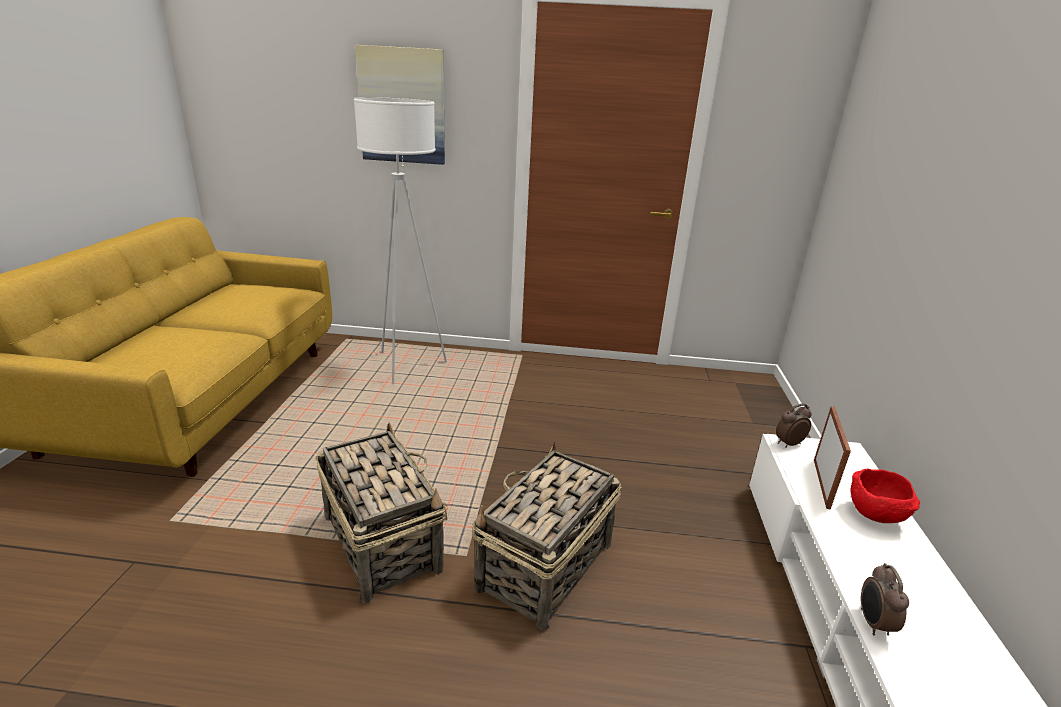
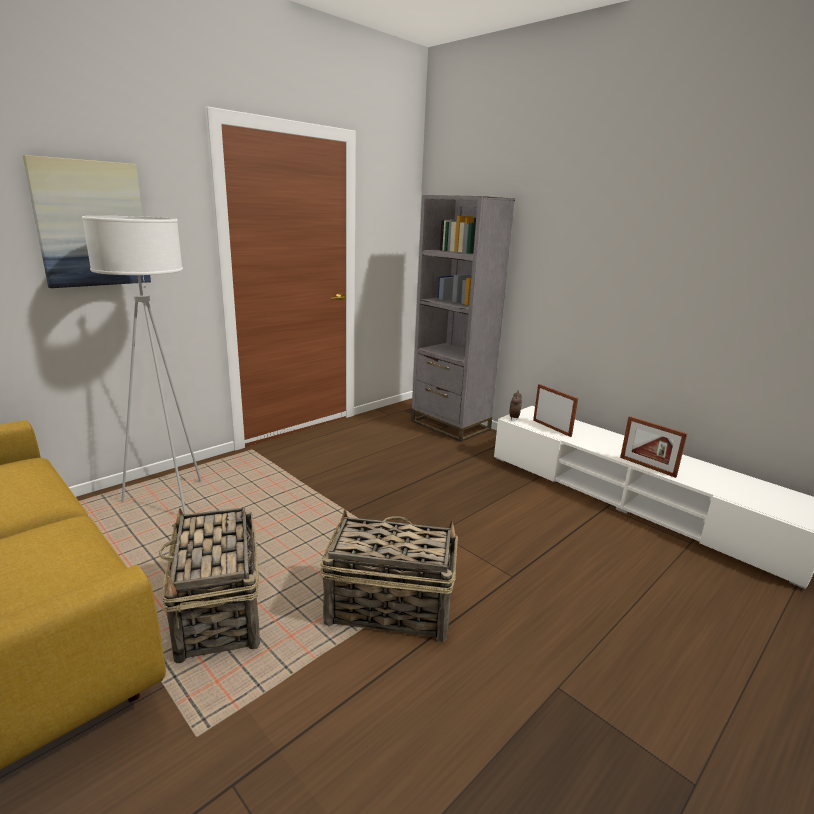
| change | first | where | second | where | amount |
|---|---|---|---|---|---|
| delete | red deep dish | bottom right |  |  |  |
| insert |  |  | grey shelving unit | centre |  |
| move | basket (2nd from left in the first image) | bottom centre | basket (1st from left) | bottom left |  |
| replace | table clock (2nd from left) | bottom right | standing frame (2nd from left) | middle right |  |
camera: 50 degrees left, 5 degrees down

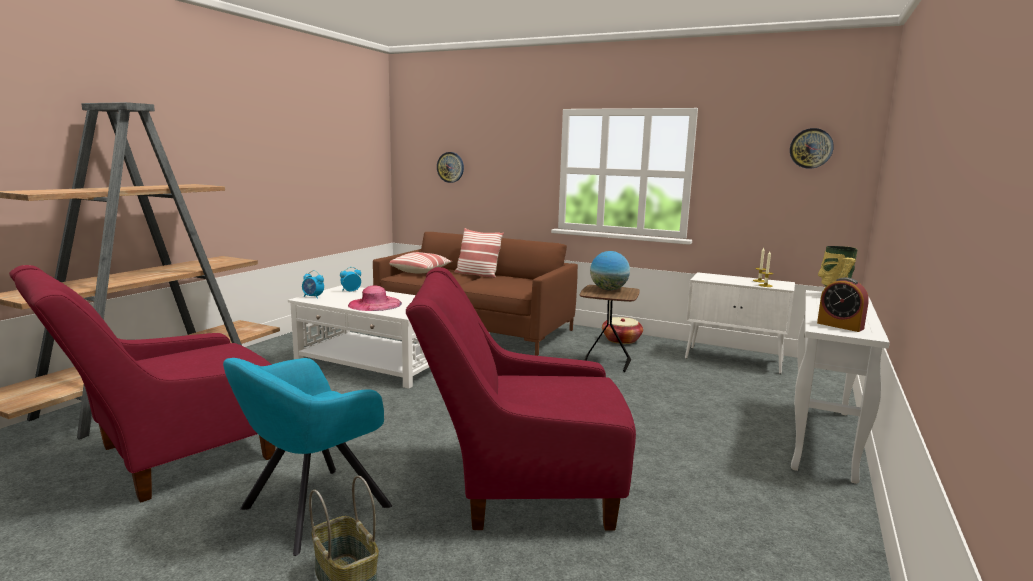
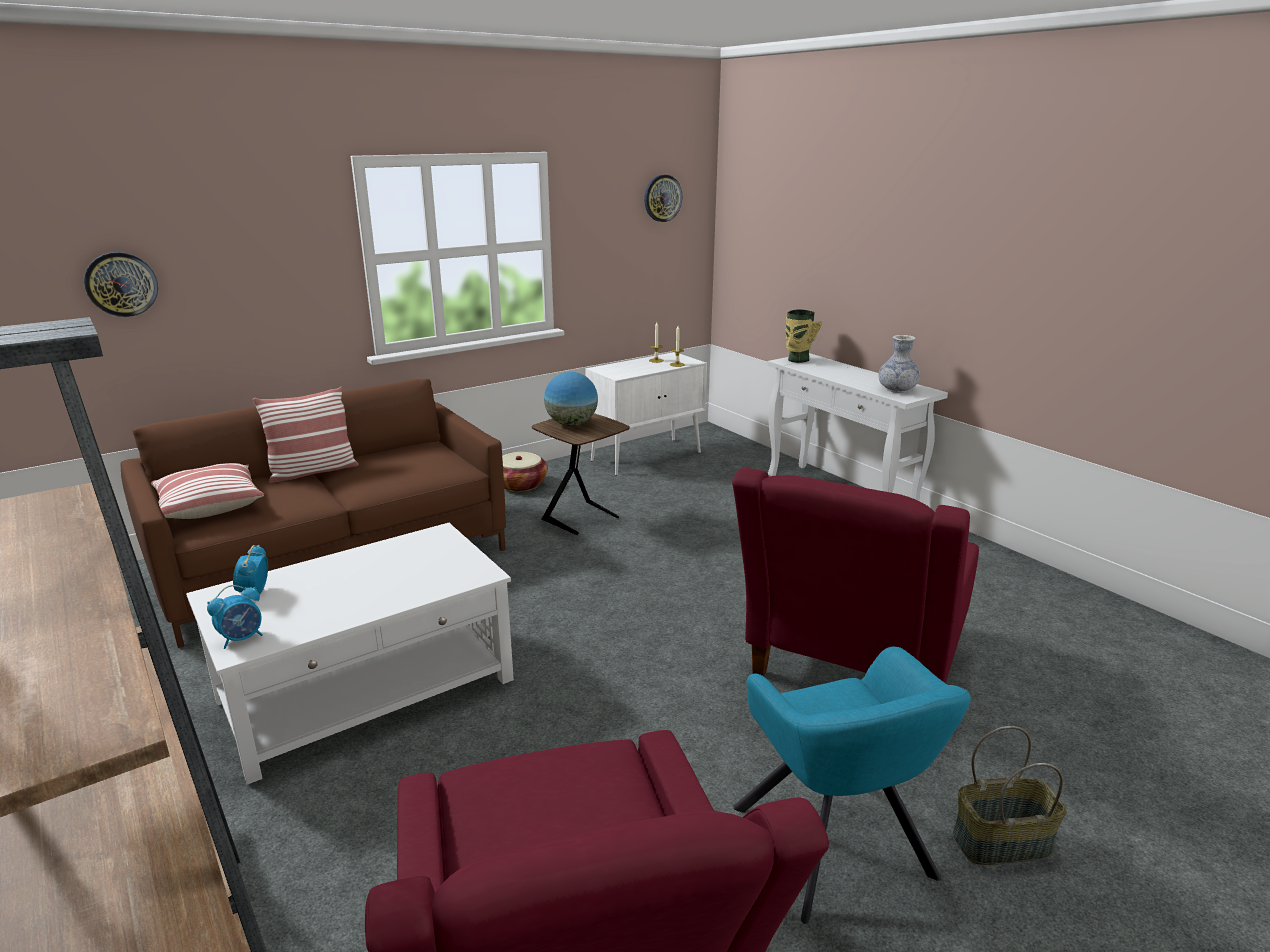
| change | first | where | second | where | amount |
|---|---|---|---|---|---|
| delete | pink clothing hat | centre |  |  |  |
| replace | table clock (3rd from left) | middle right | decorative vase (2nd from left) | middle right |  |
camera: 60 degrees left, 10 degrees up

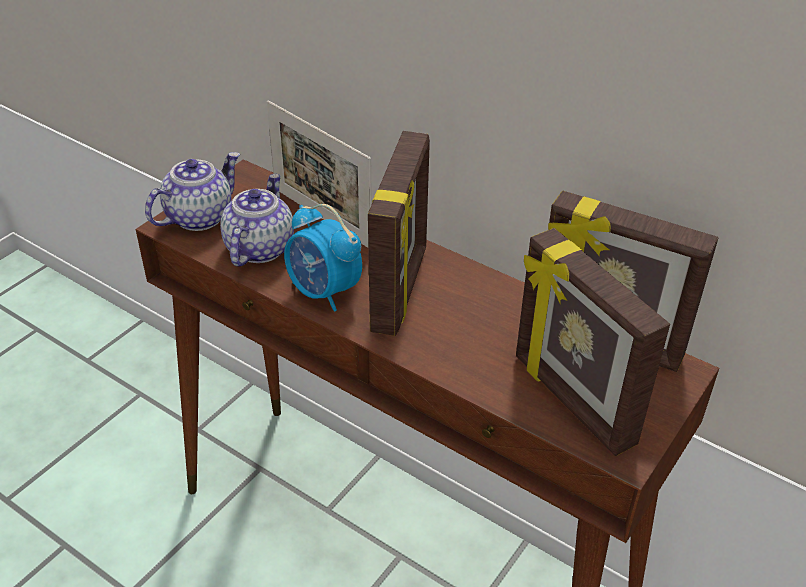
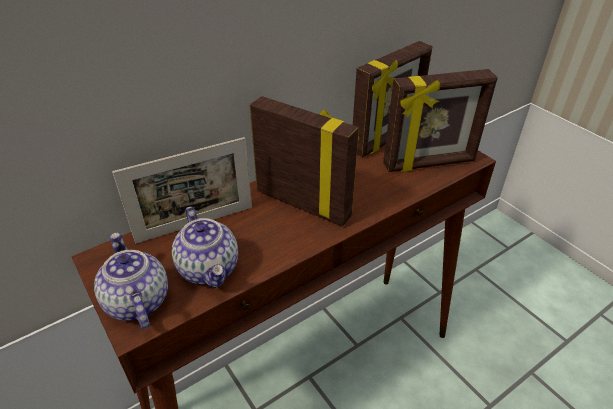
| change | first | where | second | where | amount |
|---|---|---|---|---|---|
| delete | table clock | centre |  |  |  |
| rotate | tea pot (2nd from left) | middle left |  | centre | 150 degrees counterclockwise |
camera: 70 degrees left, 0 degrees up

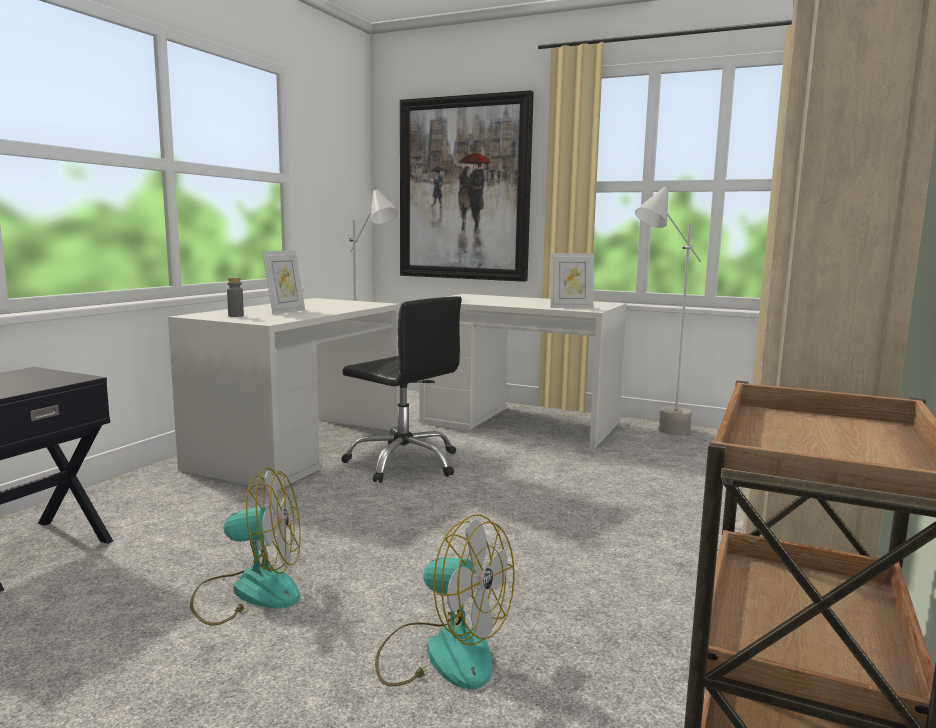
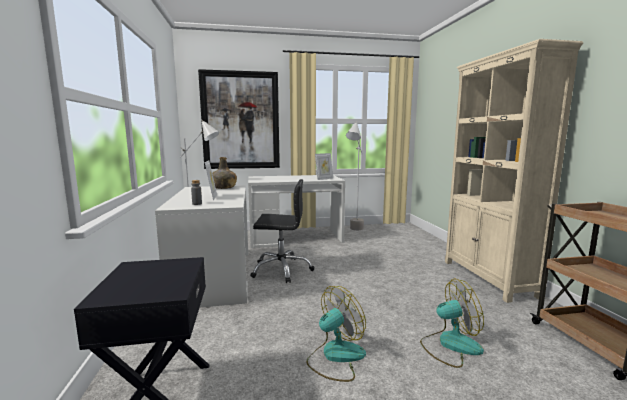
| change | first | where | second | where | amount |
|---|---|---|---|---|---|
| insert |  |  | green-coloured bottle | centre |  |
camera: 35 degrees left, 0 degrees up

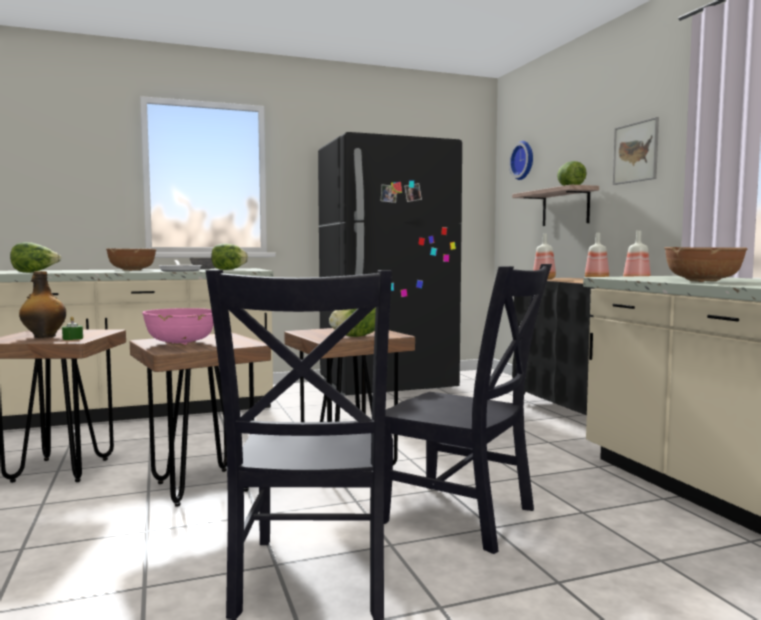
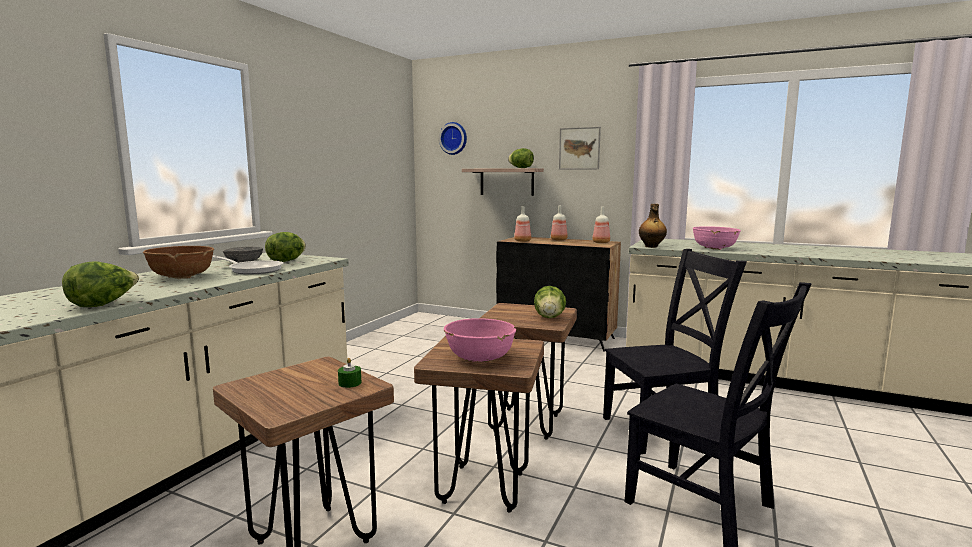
| change | first | where | second | where | amount |
|---|---|---|---|---|---|
| delete | black kitchen fridge | centre |  |  |  |
| move | bottle (1st from left in the first image) | middle left | bottle (4th from left) | middle right |  |
| recolor | brown-coloured deep dish (2nd from left) | middle right | pink deep dish (2nd from left) | middle right |  |
camera: 45 degrees left, 5 degrees up

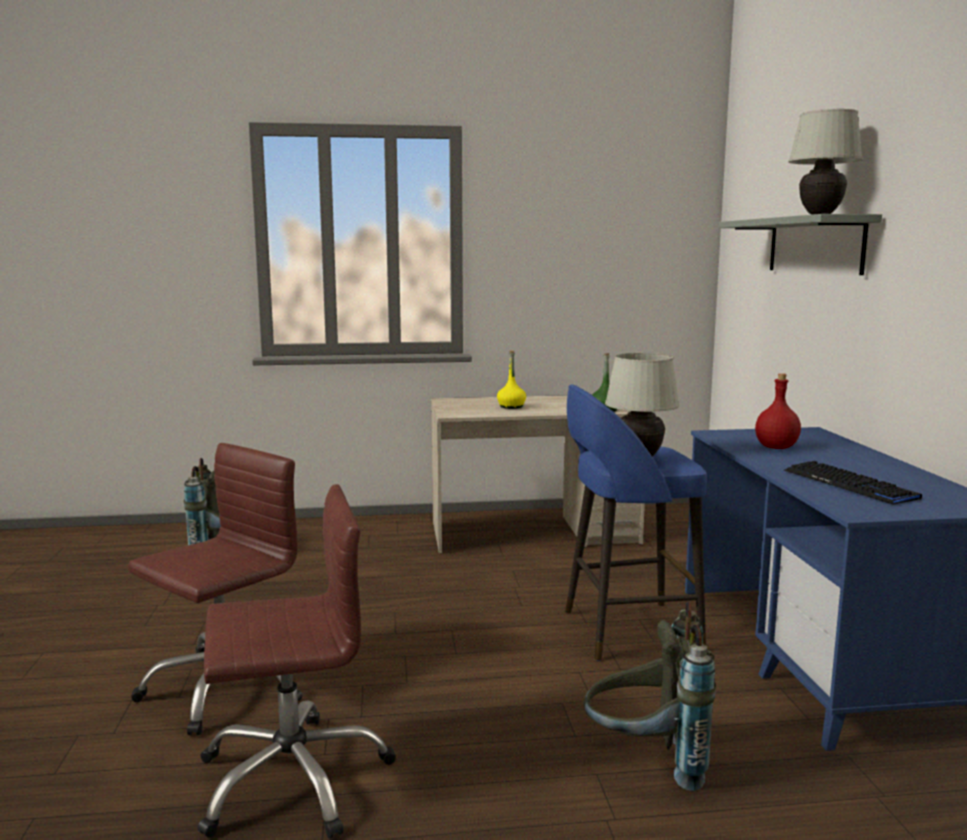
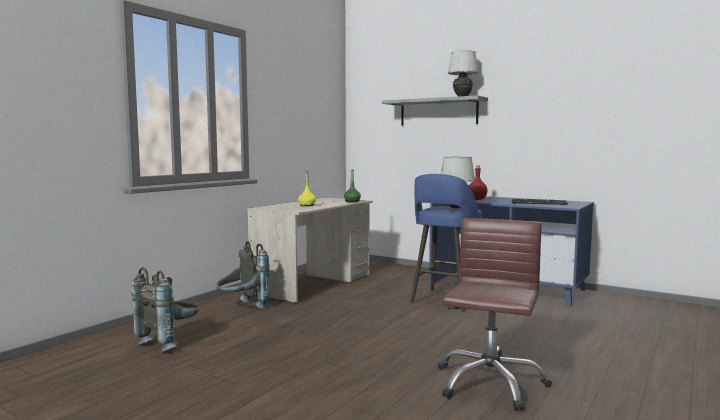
| change | first | where | second | where | amount |
|---|---|---|---|---|---|
| delete | brown-coloured office chair (1st from left) | bottom left |  |  |  |
| move | grey backpack (2nd from left) | bottom right |  | centre |  |
camera: 50 degrees left, 5 degrees down

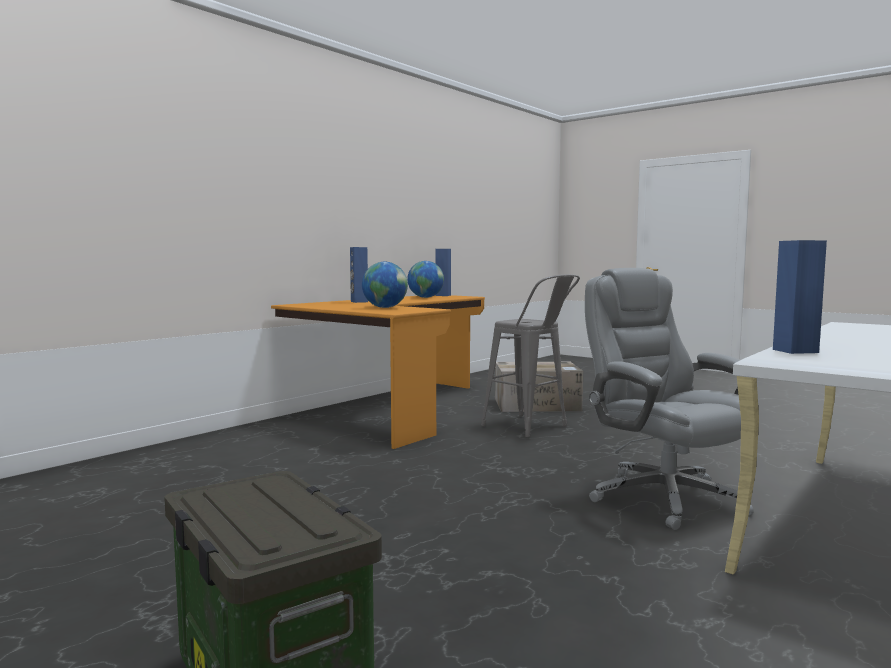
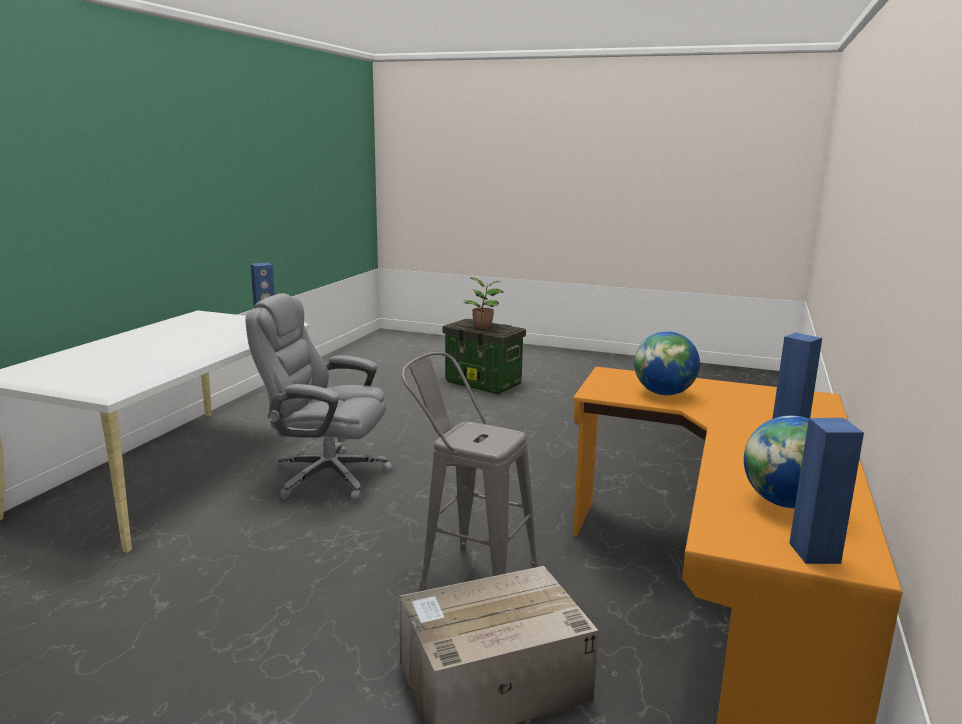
| change | first | where | second | where | amount |
|---|---|---|---|---|---|
| insert |  |  | potted plant | centre |  |
| rotate | grey office chair | middle right |  | middle left | 150 degrees clockwise |
camera: 160 degrees right, 10 degrees up

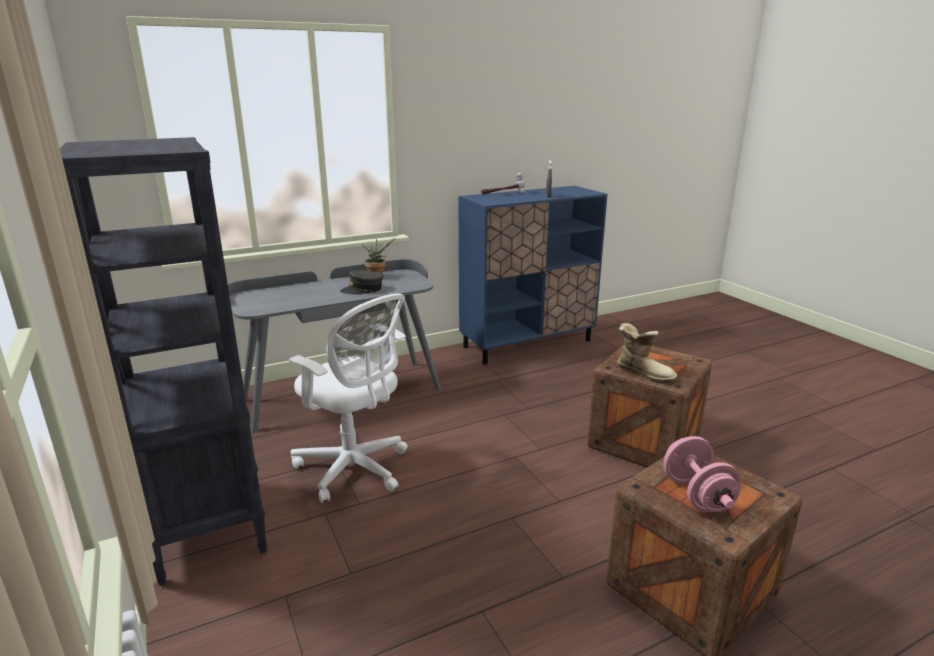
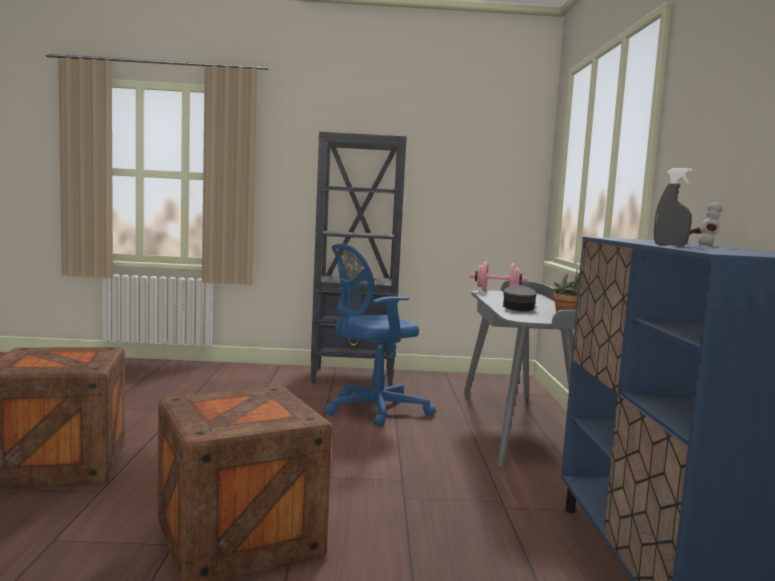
| change | first | where | second | where | amount |
|---|---|---|---|---|---|
| delete | boot | middle right |  |  |  |
| move | pink hand weight | bottom right |  | centre |  |
| recolor | whitish office chair | centre | bluish office chair | centre |  |
camera: 115 degrees right, 15 degrees down

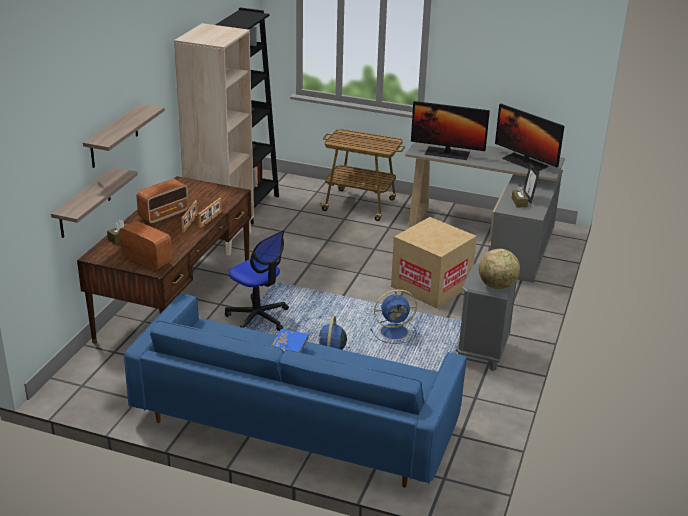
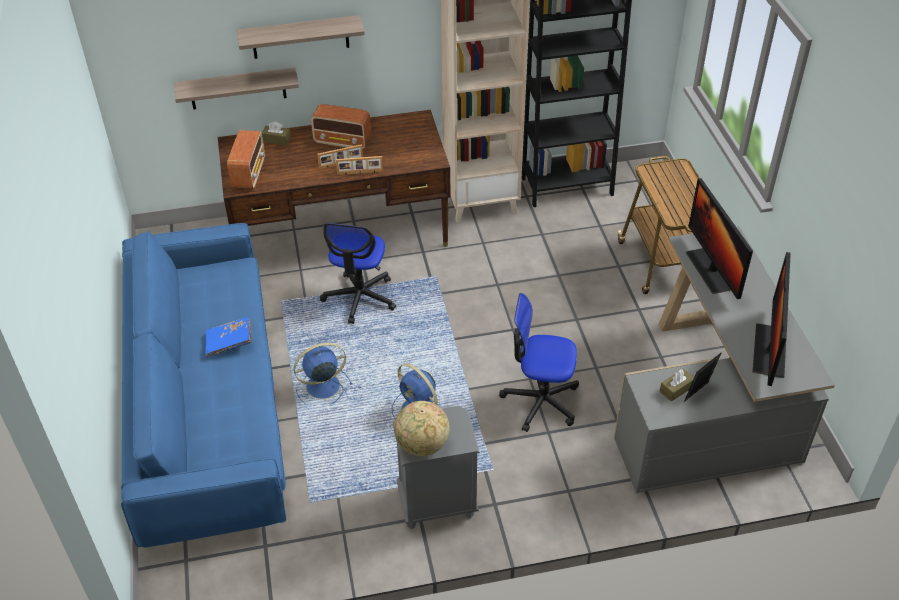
| change | first | where | second | where | amount |
|---|---|---|---|---|---|
| replace | carton | centre | office chair (2nd from left) | centre |  |
camera: 60 degrees right, 15 degrees up

